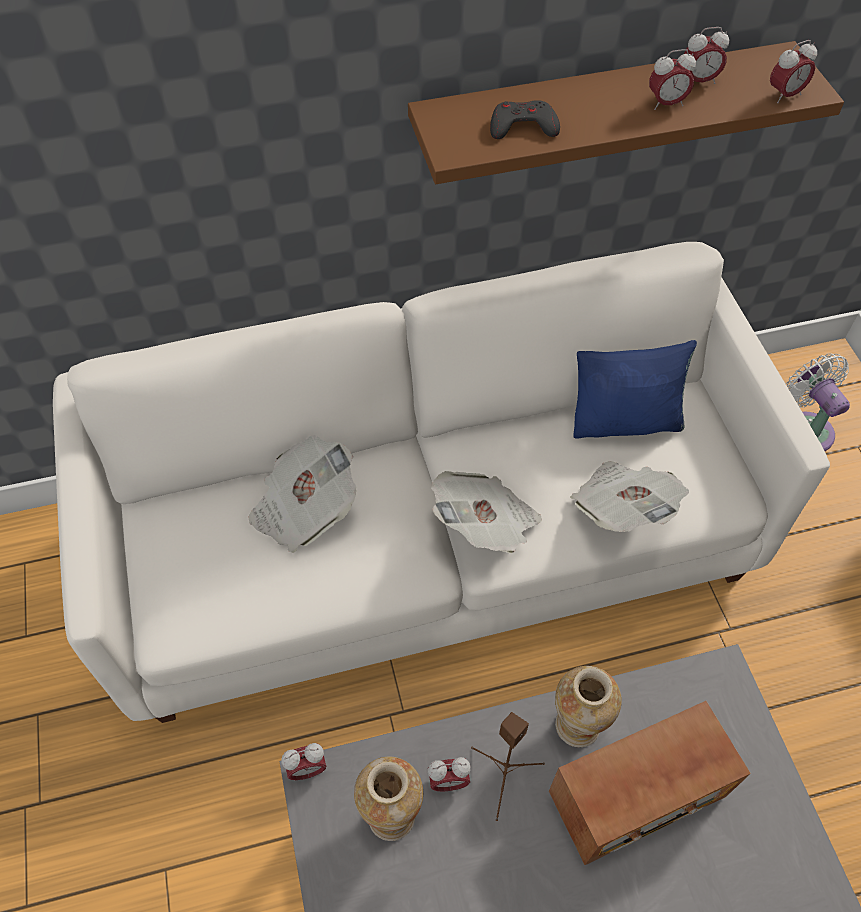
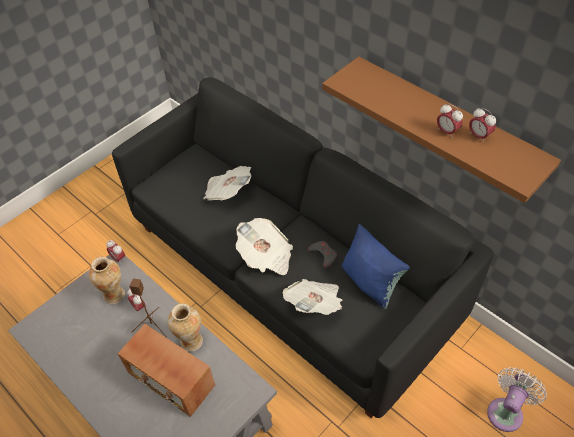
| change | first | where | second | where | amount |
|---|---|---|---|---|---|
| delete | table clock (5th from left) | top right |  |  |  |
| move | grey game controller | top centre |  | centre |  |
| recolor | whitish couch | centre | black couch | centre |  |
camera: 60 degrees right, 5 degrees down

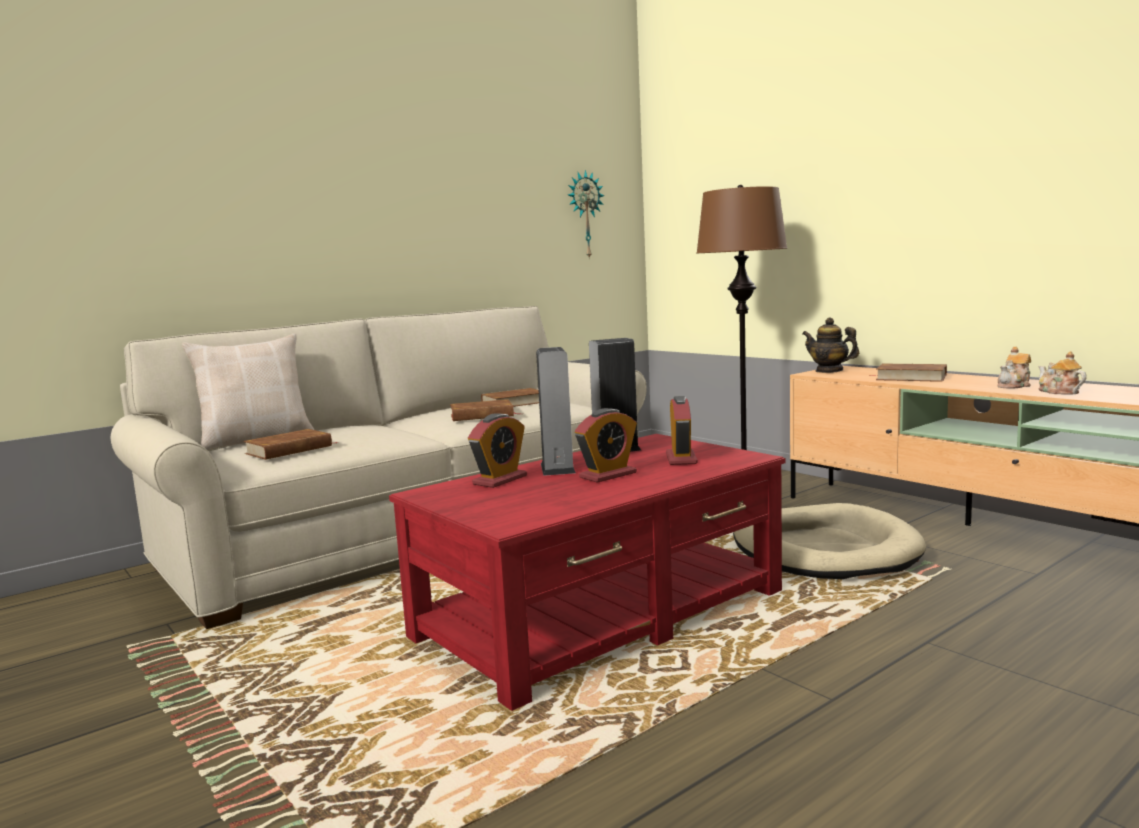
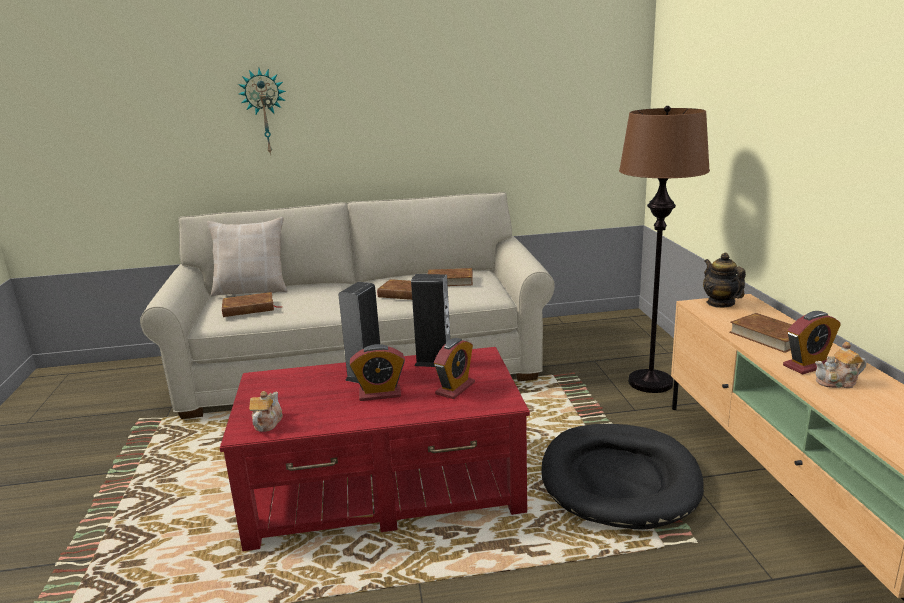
| change | first | where | second | where | amount |
|---|---|---|---|---|---|
| move | table clock (1st from left in the first image) | centre | table clock (3rd from left) | middle right |  |
| move | clock on the wall | top centre |  | top left |  |
| move | tea pot (3rd from left in the first image) | middle right | tea pot (1st from left) | bottom left |  |
| recolor | beige dog bed | middle right | black dog bed | bottom right |  |
camera: 30 degrees right, 10 degrees up

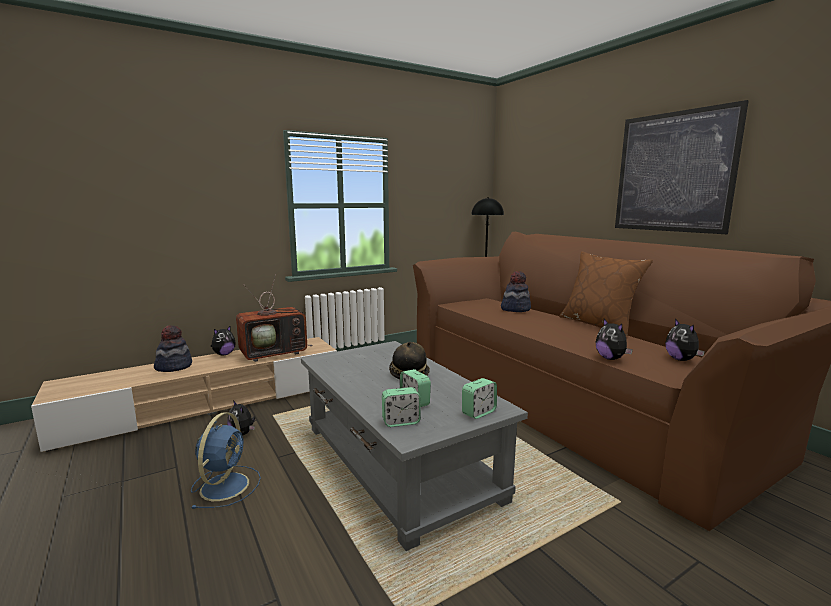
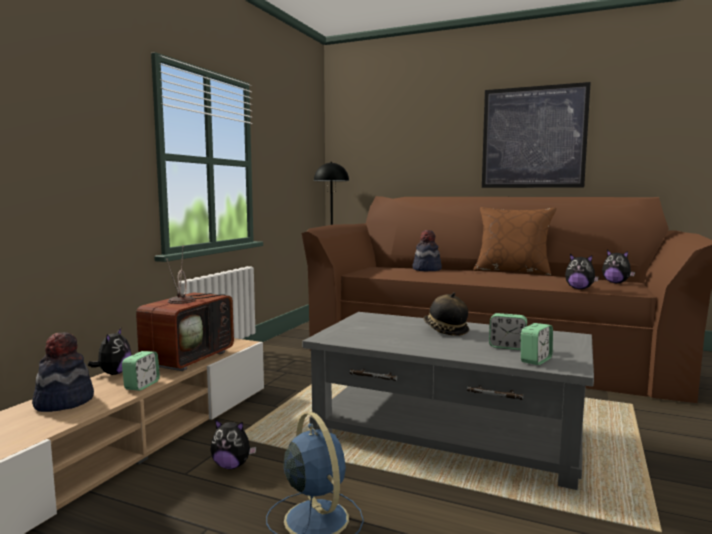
| change | first | where | second | where | amount |
|---|---|---|---|---|---|
| move | table clock (3rd from left in the first image) | centre | table clock (1st from left) | bottom left |  |
camera: 35 degrees left, 5 degrees down

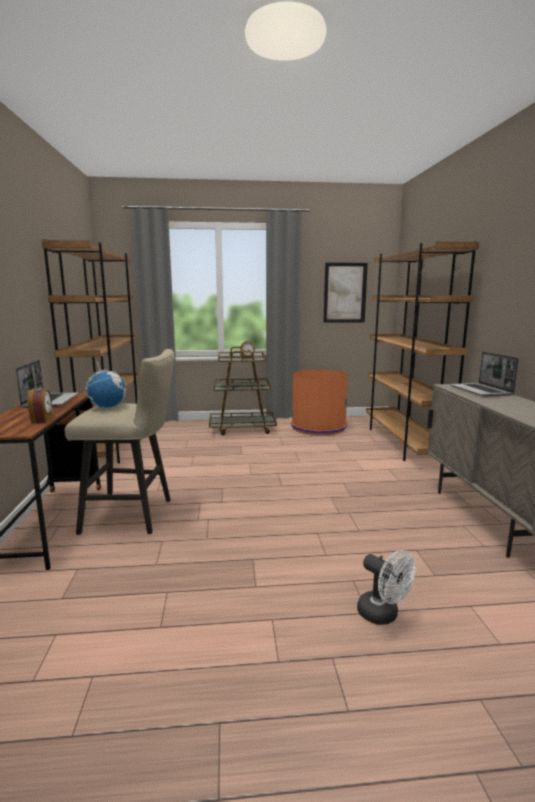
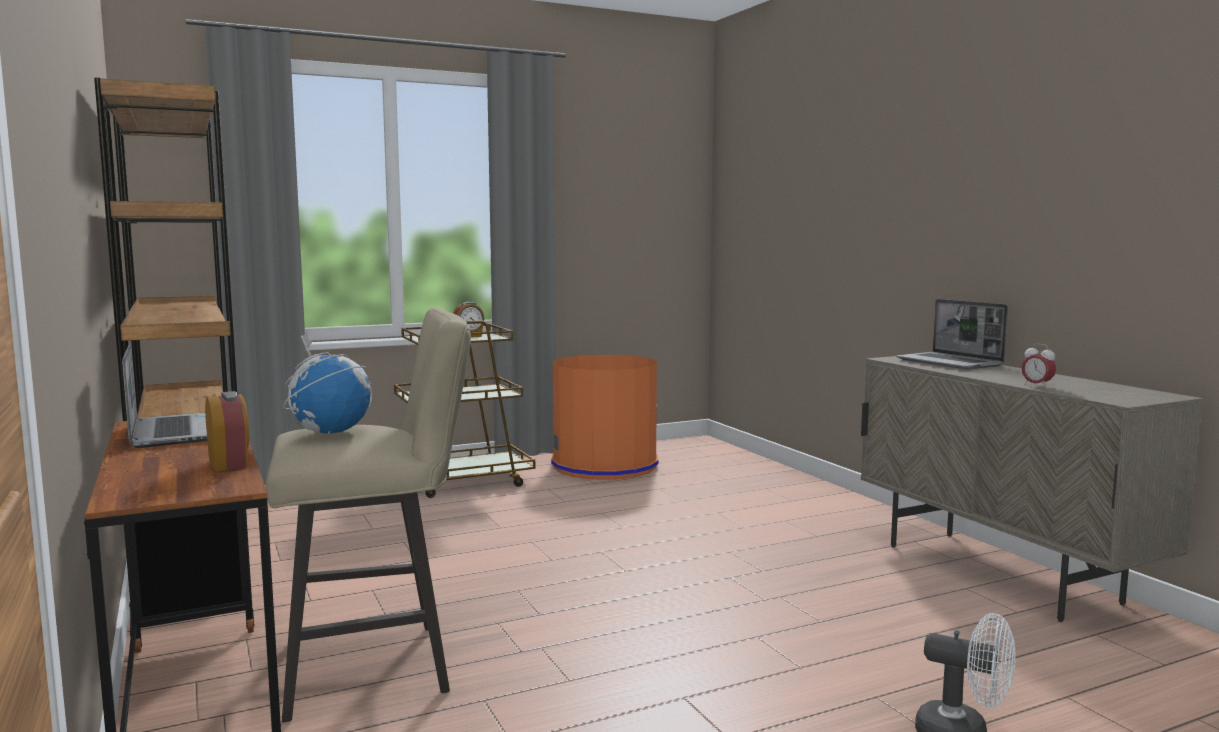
| change | first | where | second | where | amount |
|---|---|---|---|---|---|
| delete | picture | centre |  |  |  |
| delete | brown-coloured shelving unit (2nd from left) | middle right |  |  |  |
| insert |  |  | table clock (3rd from left) | middle right |  |
camera: 20 degrees left, 5 degrees down

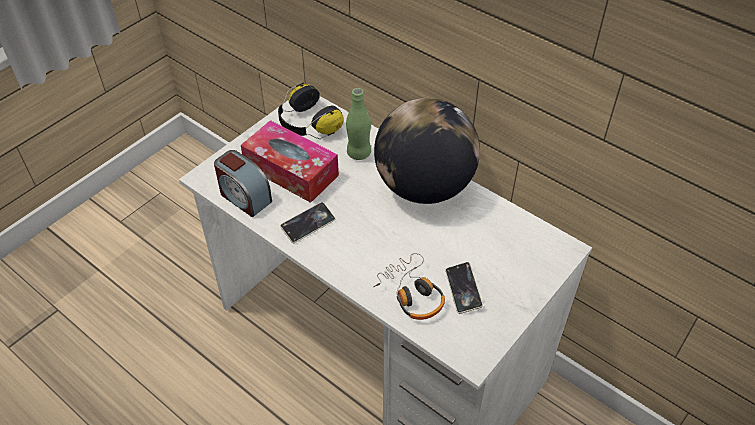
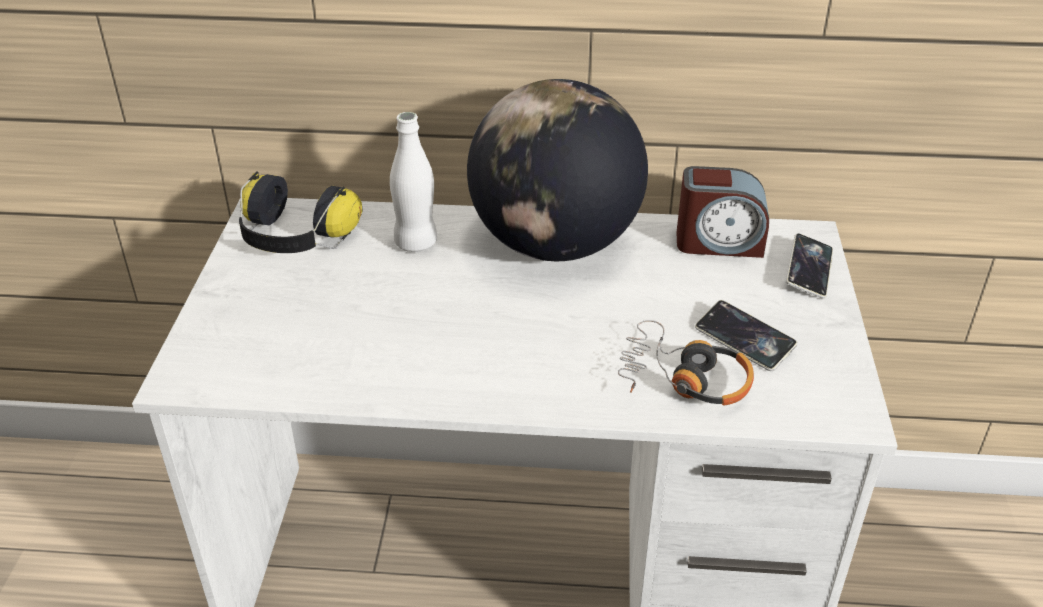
| change | first | where | second | where | amount |
|---|---|---|---|---|---|
| delete | tissue holder | centre |  |  |  |
| move | table clock | middle left |  | middle right |  |
| move | phone (1st from left in the first image) | centre | phone (2nd from left) | middle right |  |
| recolor | green-coloured bottle | top centre | whitish bottle | top centre |  |
camera: 35 degrees left, 10 degrees down

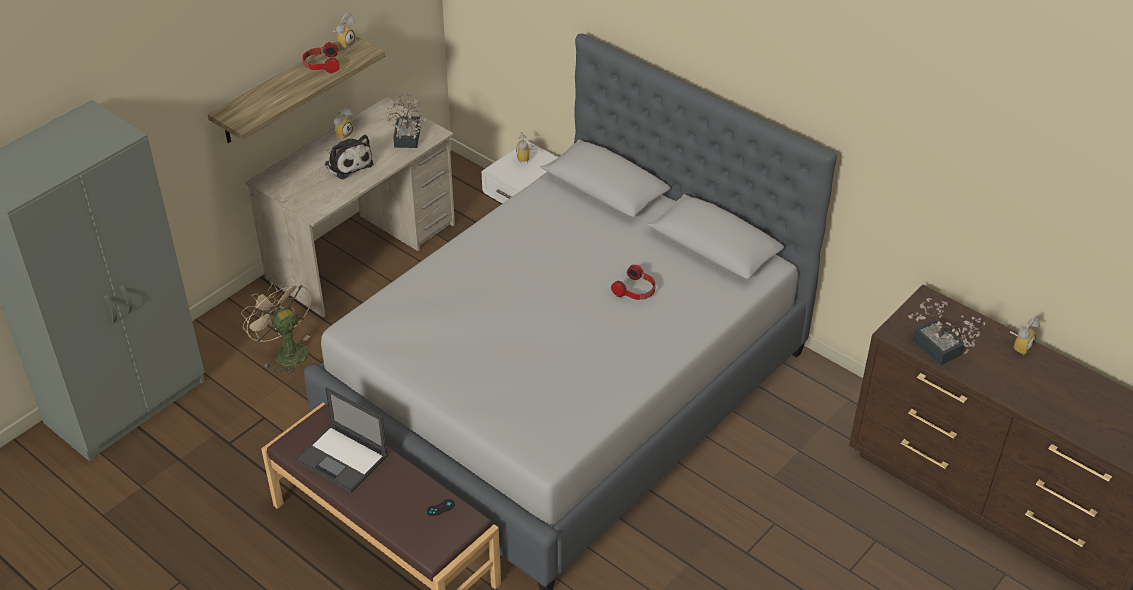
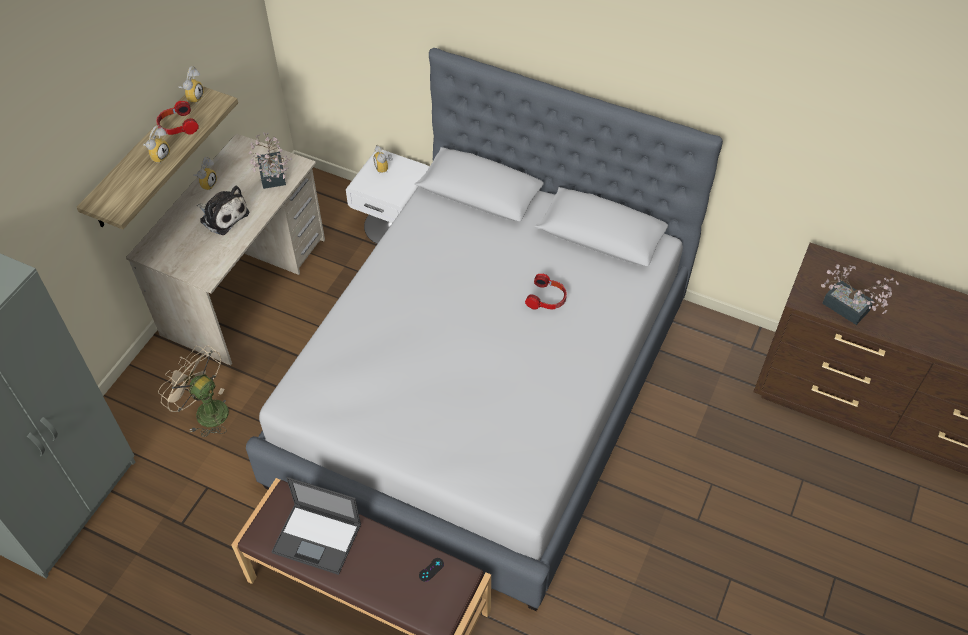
| change | first | where | second | where | amount |
|---|---|---|---|---|---|
| move | table clock (4th from left in the first image) | middle right | table clock (1st from left) | top left |  |
camera: 15 degrees left, 10 degrees up

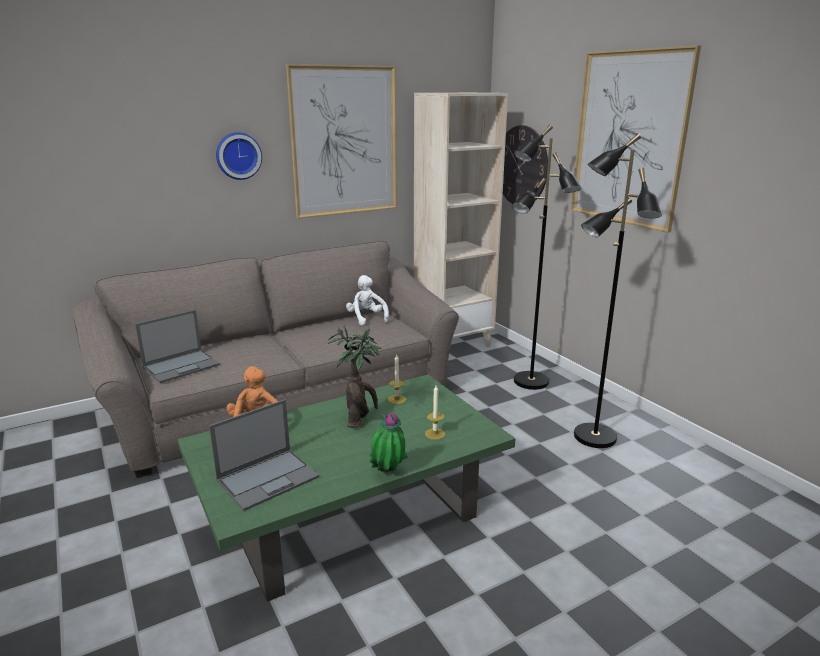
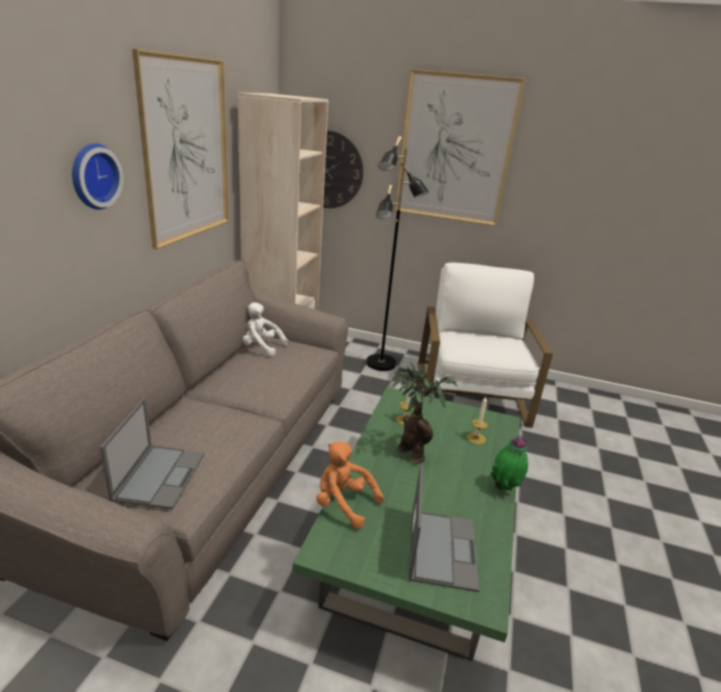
| change | first | where | second | where | amount |
|---|---|---|---|---|---|
| replace | black standard lamp (2nd from left) | middle right | whitish easy chair | middle right |  |
camera: 45 degrees left, 5 degrees up

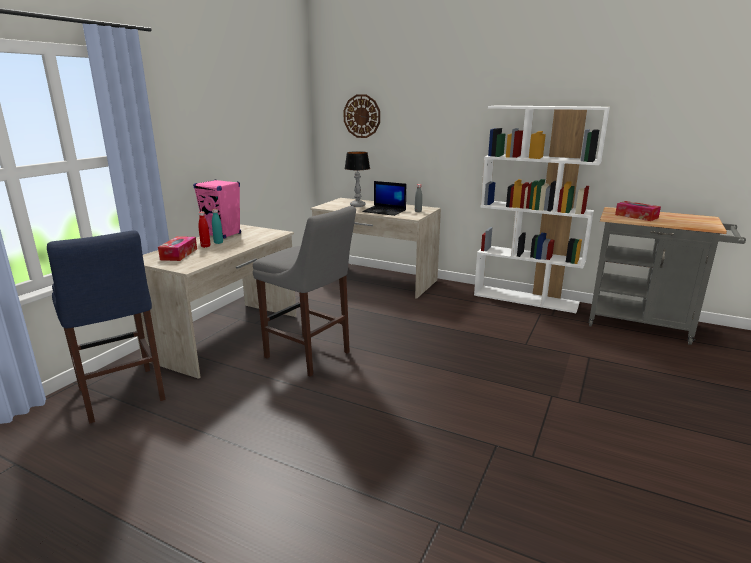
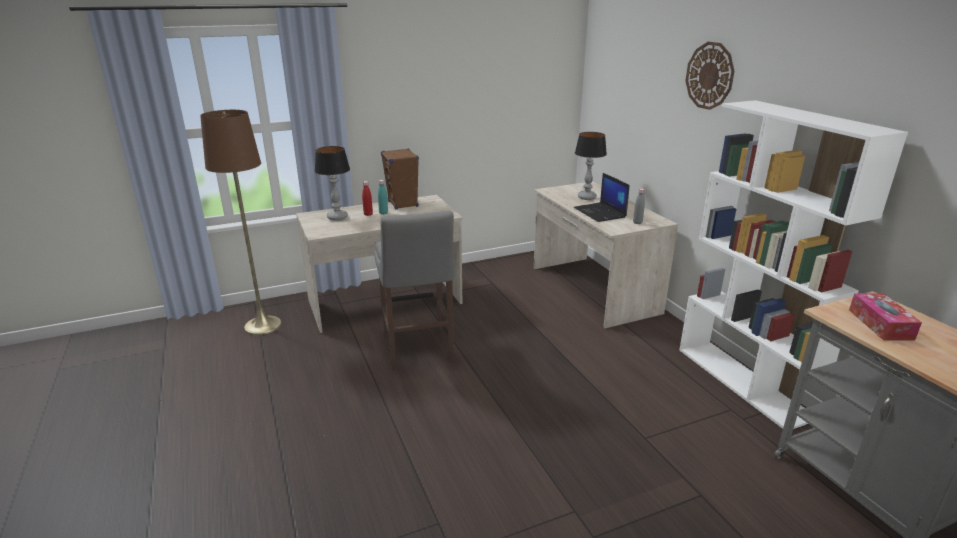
| change | first | where | second | where | amount |
|---|---|---|---|---|---|
| move | clock on the wall | top centre |  | top right |  |
| replace | bluish stool | middle left | brown-coloured standard lamp | middle left |  |
| replace | tissue holder (1st from left) | middle left | lamp for a table (1st from left) | centre |  |
| recolor | pink audio speaker | middle left | brown-coloured audio speaker | top centre |  |
camera: 40 degrees right, 5 degrees up

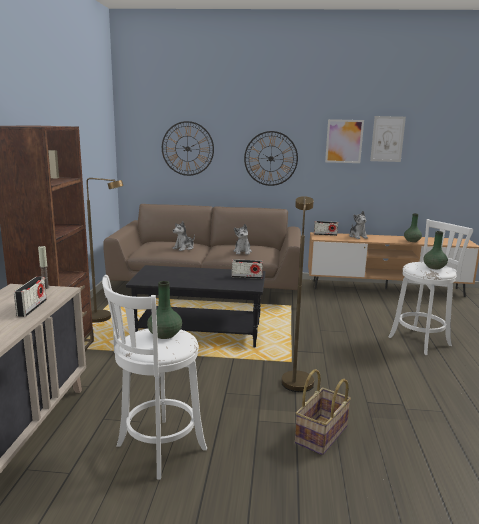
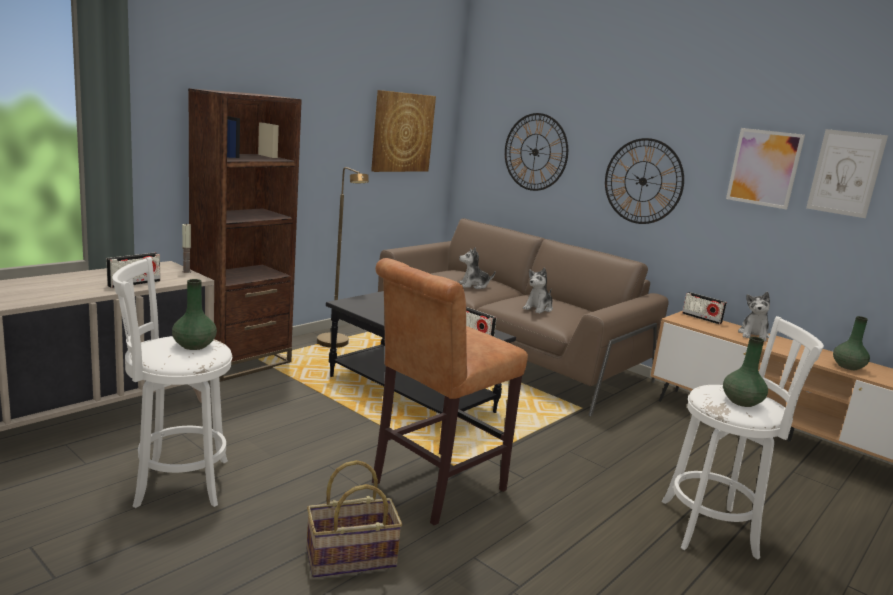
| change | first | where | second | where | amount |
|---|---|---|---|---|---|
| insert |  |  | picture (1st from left) | top centre |  |
| replace | brown-coloured standard lamp (2nd from left) | centre | brown-coloured stool | centre |  |
camera: 35 degrees right, 0 degrees up

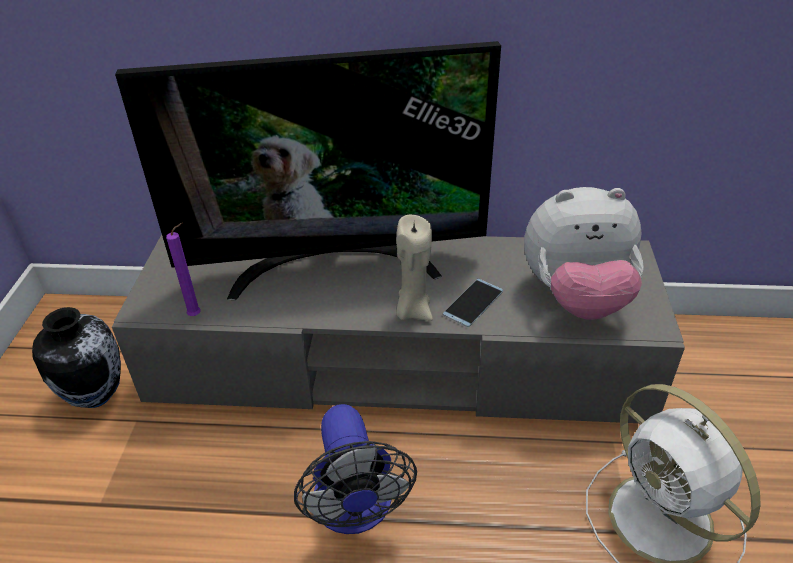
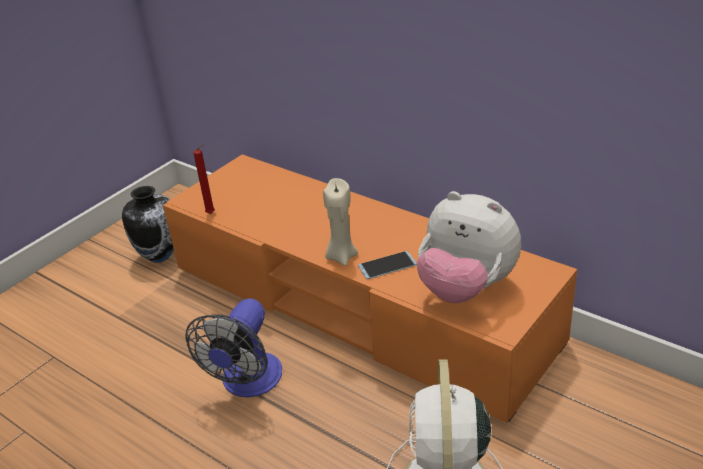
| change | first | where | second | where | amount |
|---|---|---|---|---|---|
| delete | television | top centre |  |  |  |
| recolor | grey media console | centre | orangey media console | centre |  |
| recolor | purplish wax candle | middle left | red wax candle | middle left |  |
camera: 35 degrees right, 5 degrees down

